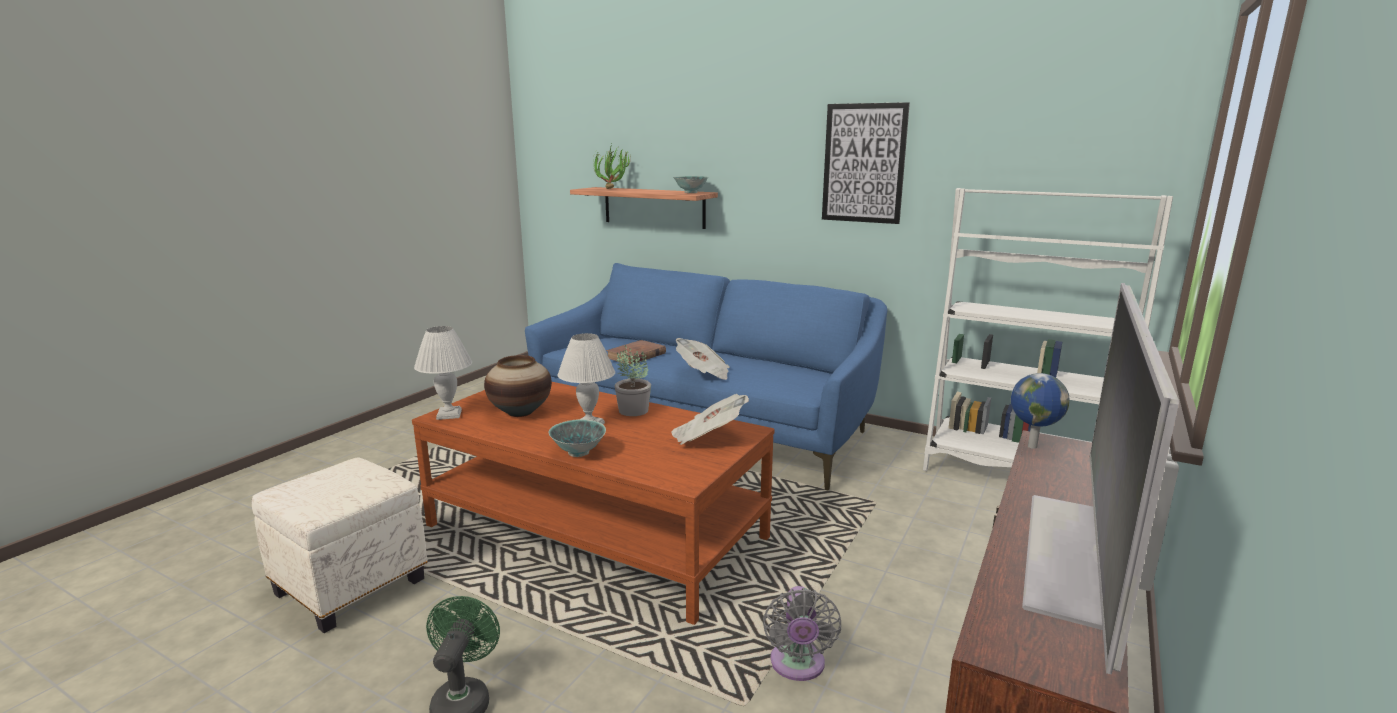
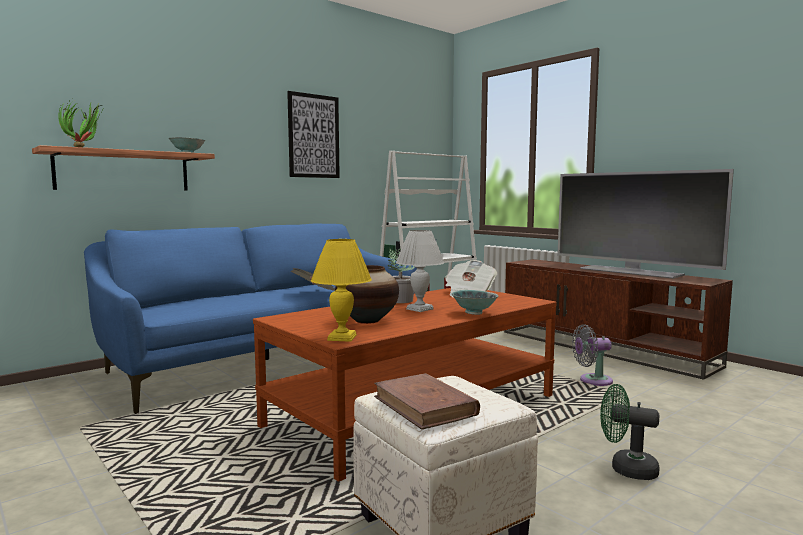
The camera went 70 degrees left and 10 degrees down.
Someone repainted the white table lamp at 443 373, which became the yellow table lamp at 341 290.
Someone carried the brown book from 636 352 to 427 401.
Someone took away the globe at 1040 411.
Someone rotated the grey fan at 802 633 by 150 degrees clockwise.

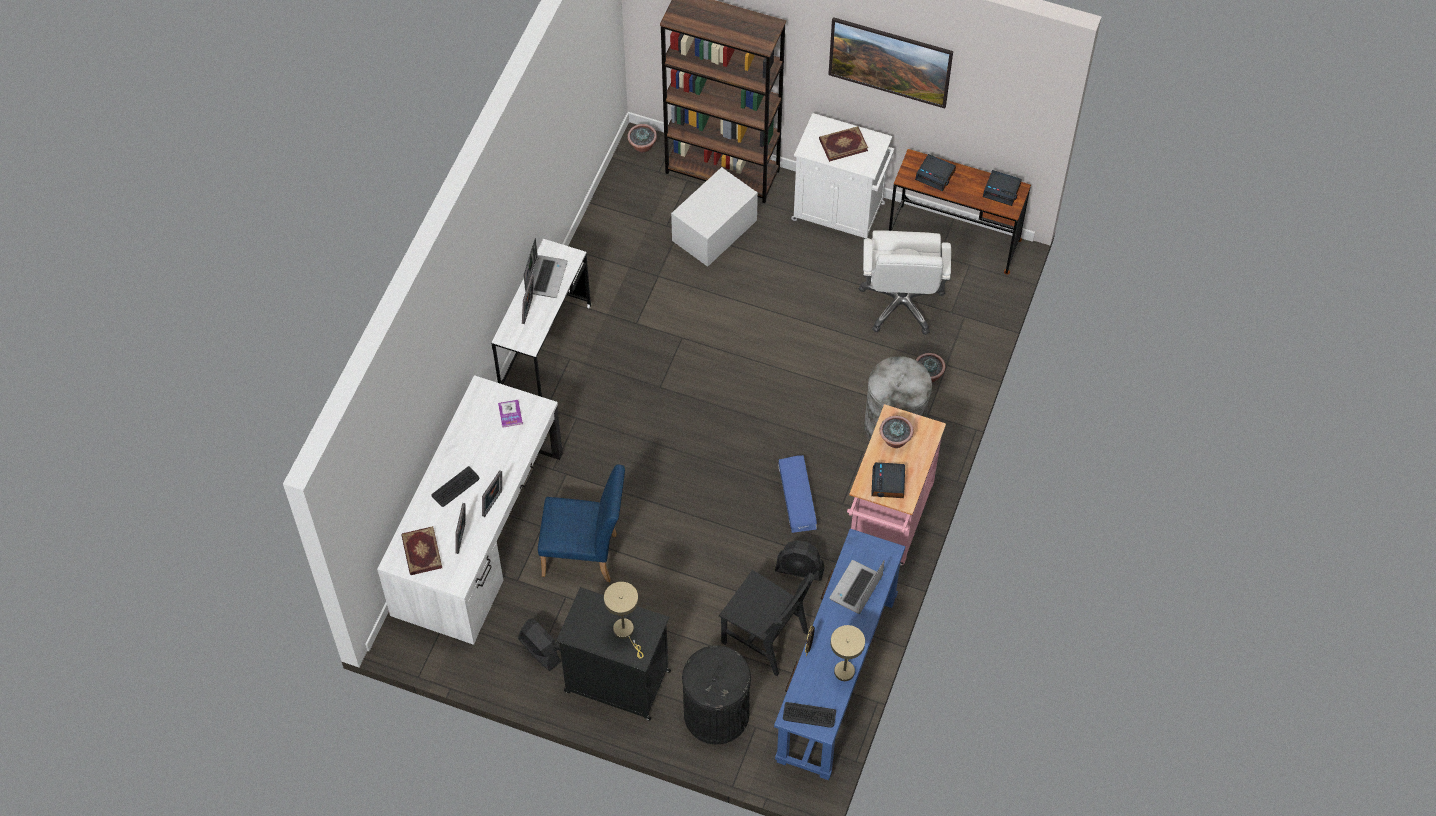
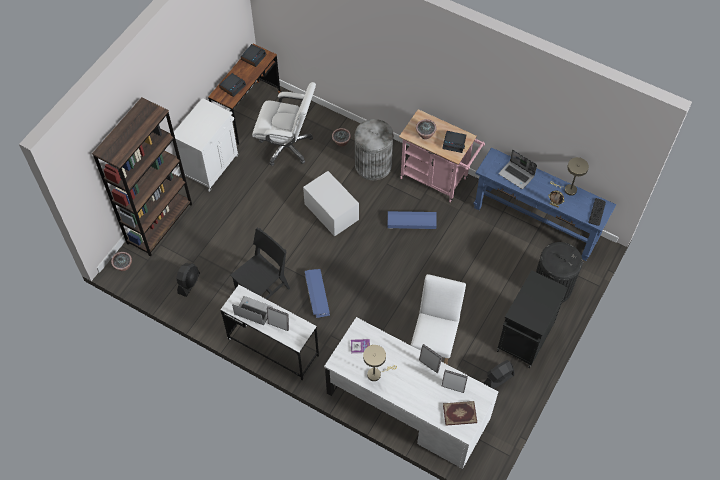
The camera went 80 degrees left and 0 degrees up.
Someone took away the picture at 890 62.
Someone took away the book at 843 144.
Someone carried the white storage box from 714 217 to 331 204.
Someone repainted the blue chair at 581 523, which became the white chair at 438 319.
Someone took away the keyboard at 455 486.
Someone carried the black fan from 800 560 to 188 280.
Someone carried the black chair from 766 623 to 260 263.
Someone carried the beige table lamp from 624 620 to 380 363.
Someone put down the blue storage box at 317 293.

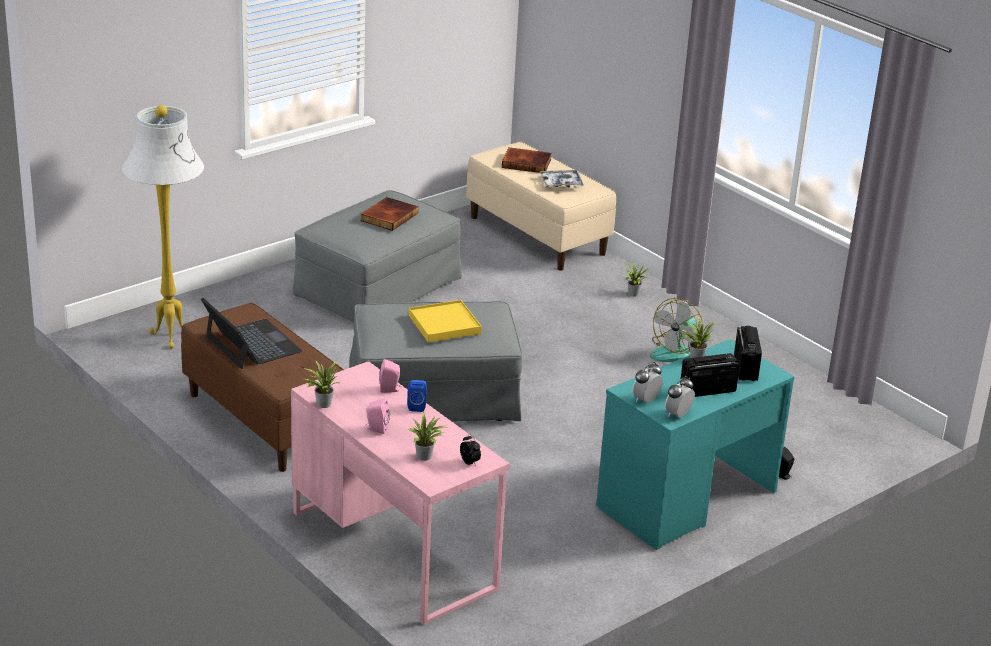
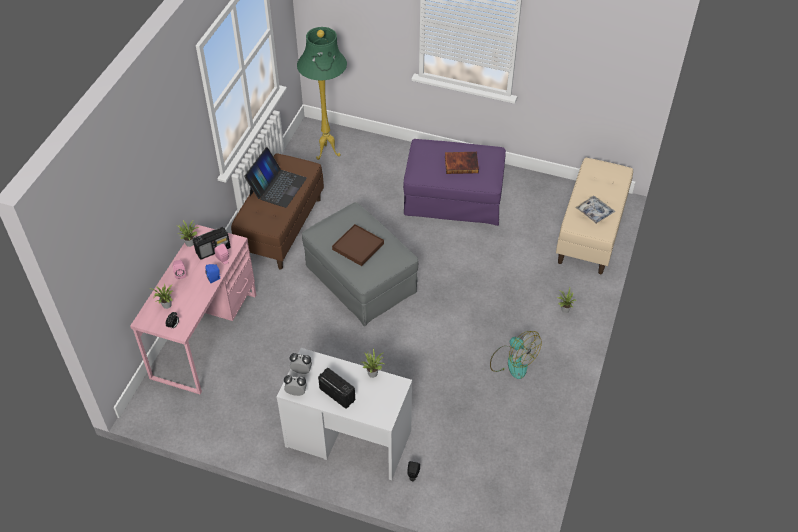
The camera went 60 degrees right and 20 degrees up.
Someone repainted the white floor lamp at 163 227, which became the green floor lamp at 322 93.
Someone took away the book at 527 160.
Someone repainted the grey ottoman at 377 256, which became the purple ottoman at 454 182.
Someone rotated the fan at 676 330 by 135 degrees counterclockwise.
Someone repainted the yellow tray at 445 321, which became the brown tray at 358 245.
Someone carried the radio from 748 353 to 212 243.
Someone repainted the turquoise desk at 695 444, which became the white desk at 344 414.

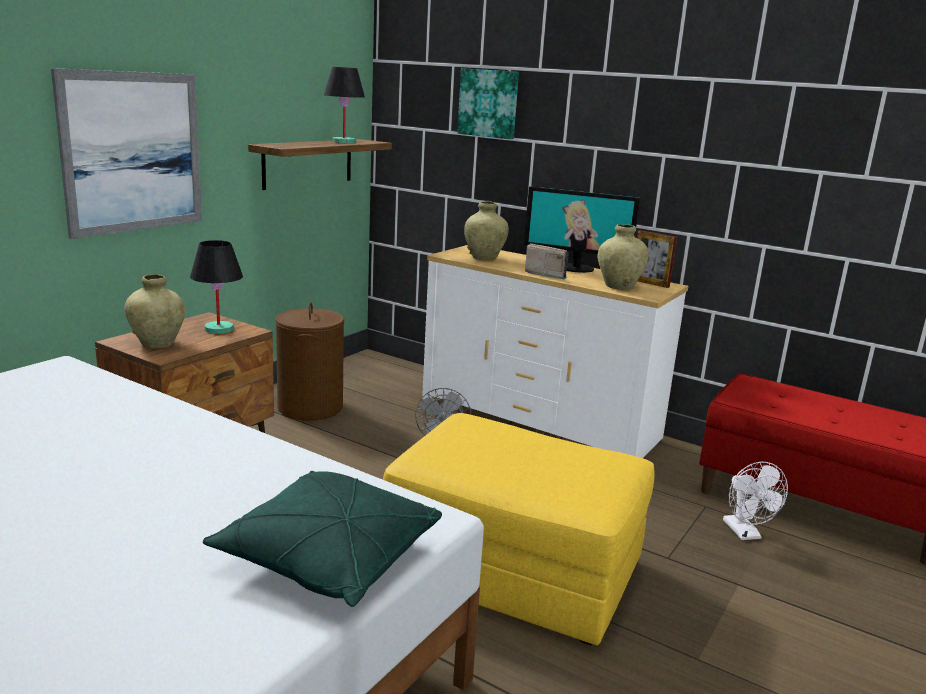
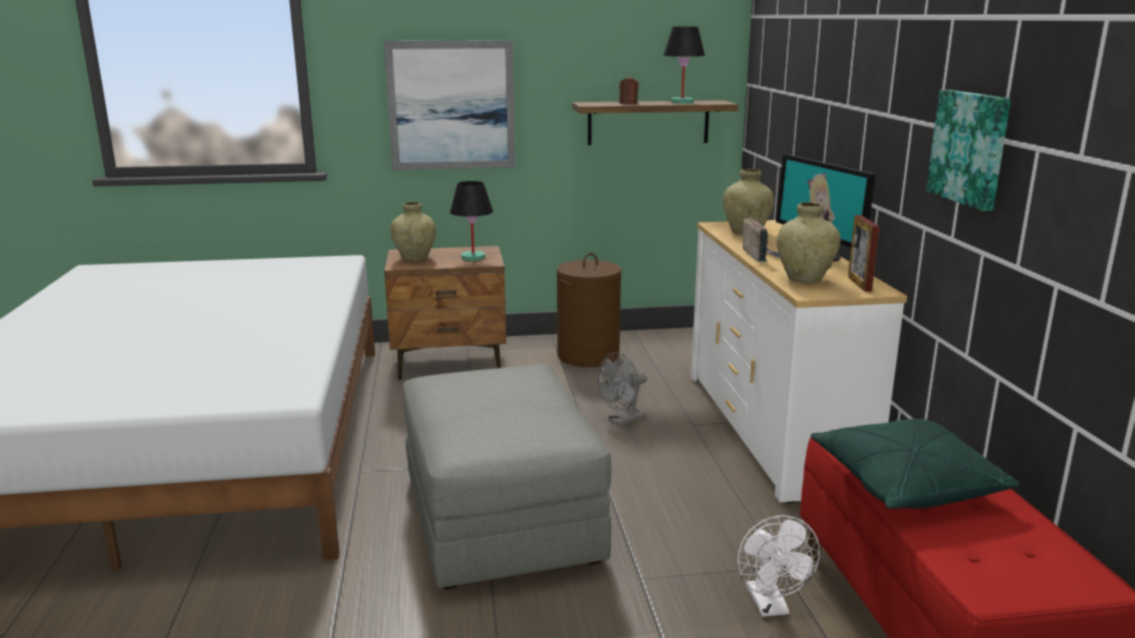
The camera went 50 degrees right and 0 degrees up.
Someone carried the picture from 488 103 to 968 150.
Someone repainted the yellow ottoman at 519 529, which became the grey ottoman at 507 476.
Someone rotated the white fan at 755 501 by 45 degrees counterclockwise.
Someone carried the green pillow from 322 539 to 915 463.
Someone put down the brown candle at 629 90.

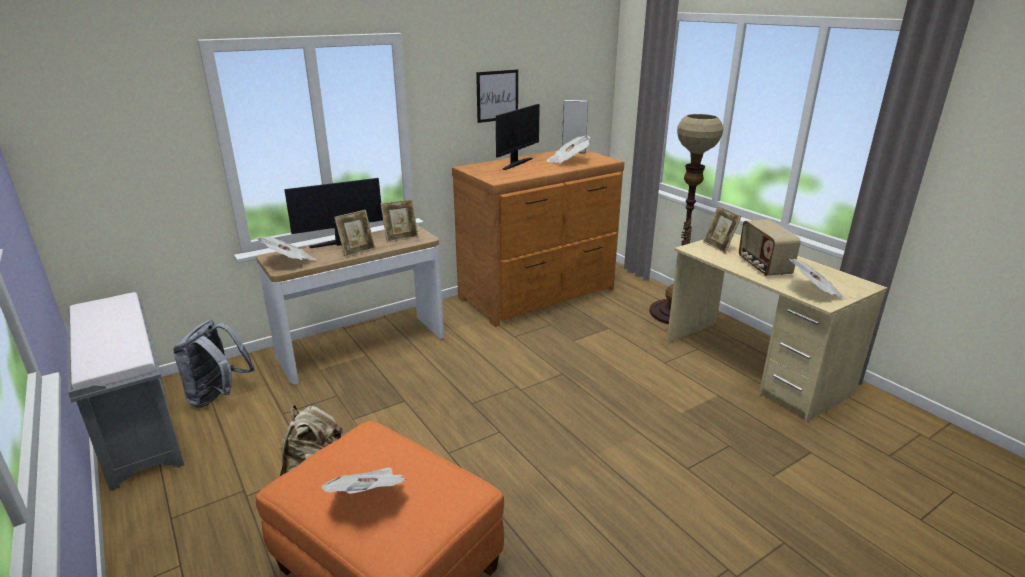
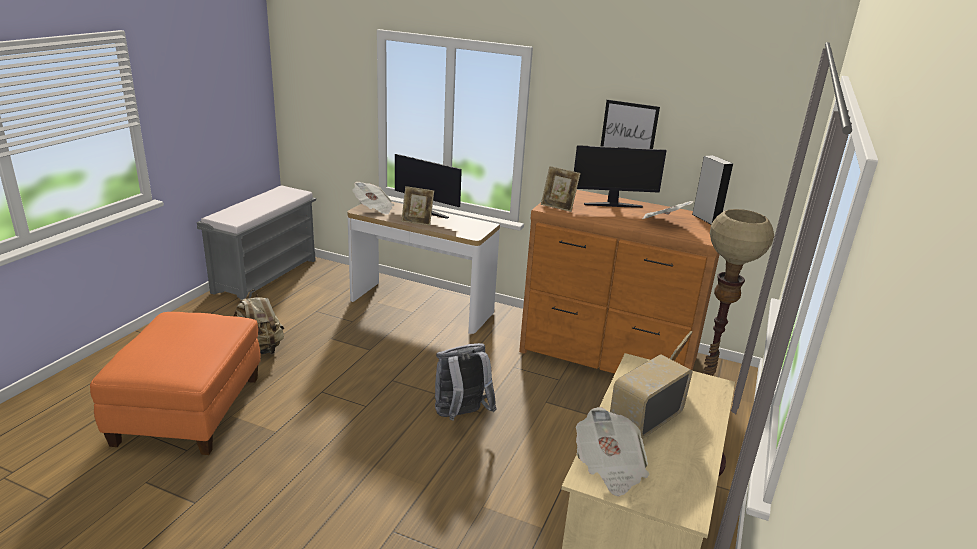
The camera went 55 degrees right and 0 degrees up.
Someone carried the picture frame from 399 221 to 561 189.
Someone carried the grey backpack from 214 364 to 465 382.
Someone took away the newspaper at 364 481.

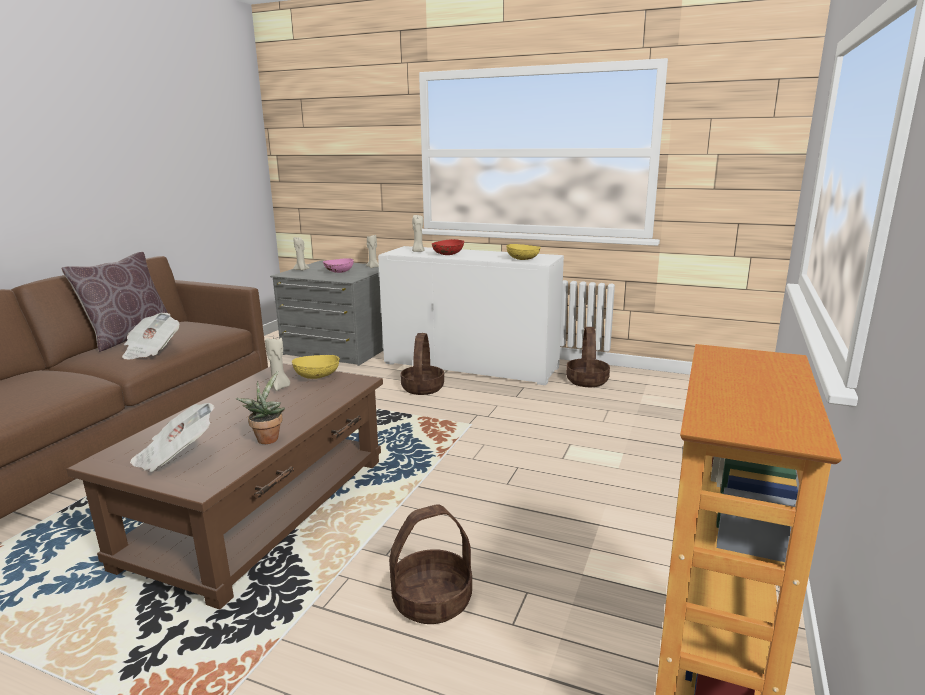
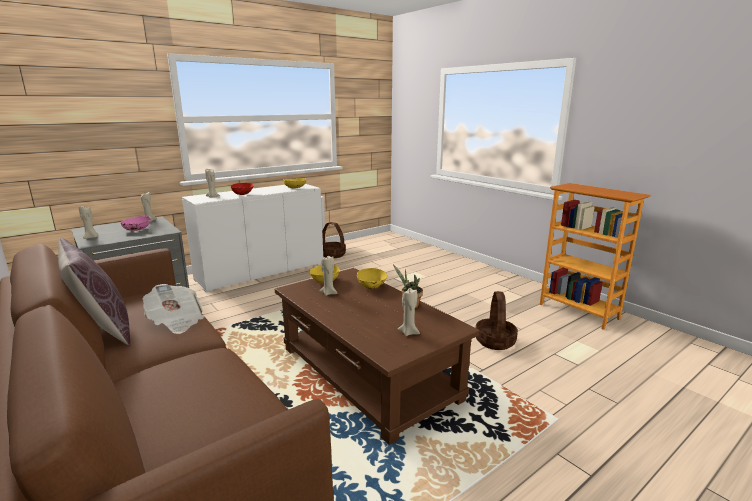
The camera went 60 degrees left and 0 degrees up.
Someone took away the basket at 422 364.
Someone swapped the newspaper at 172 437 for the beige candle at 409 312.
Someone put down the yellow bowl at 372 278.

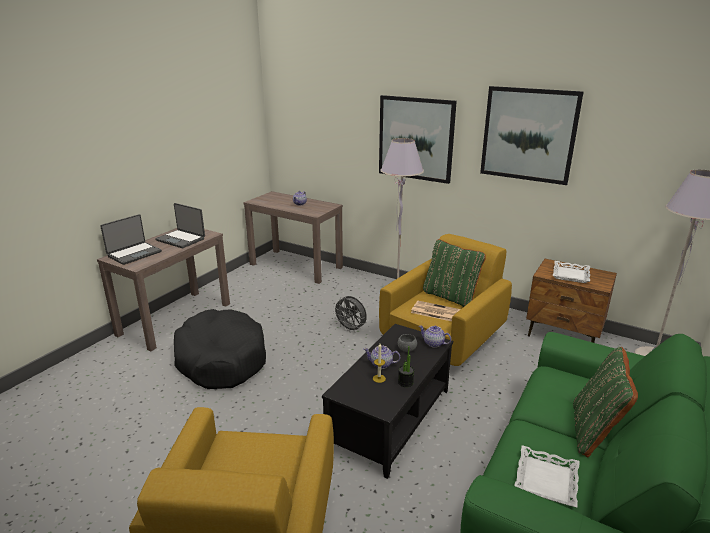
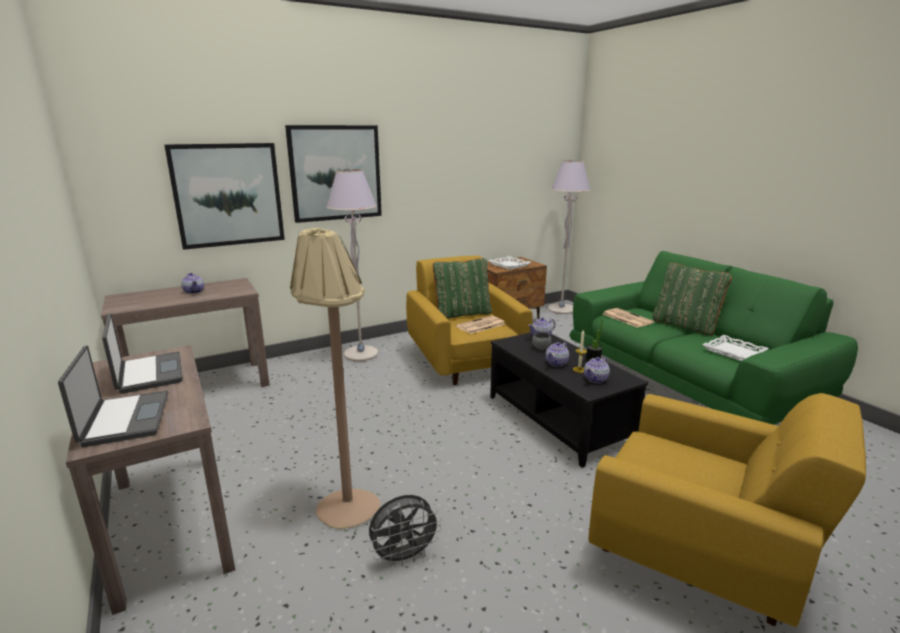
The camera went 60 degrees left and 5 degrees down.
Someone carried the picture from 532 135 to 225 196.
Someone rotated the laptop at 180 225 by 90 degrees counterclockwise.
Someone carried the grey fan from 350 314 to 405 531.
Someone swapped the black dog bed at 220 349 for the beige floor lamp at 335 378.
Someone put down the newspaper at 628 318.
Someone put down the teapot at 597 370.

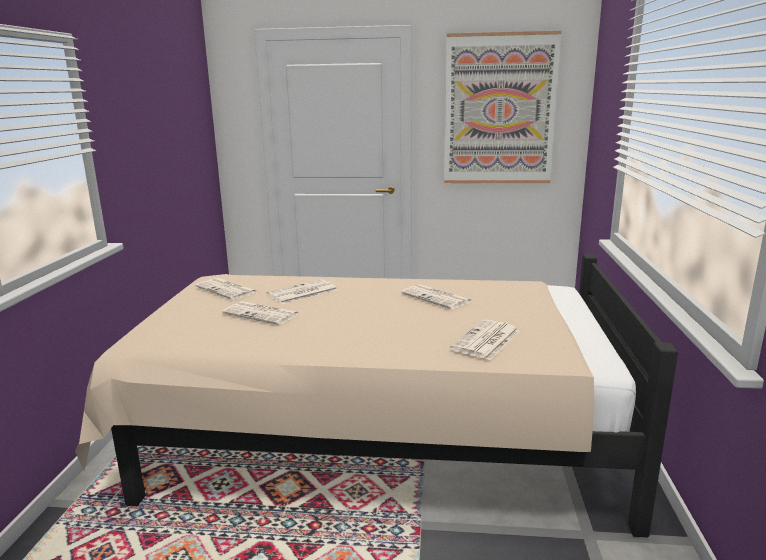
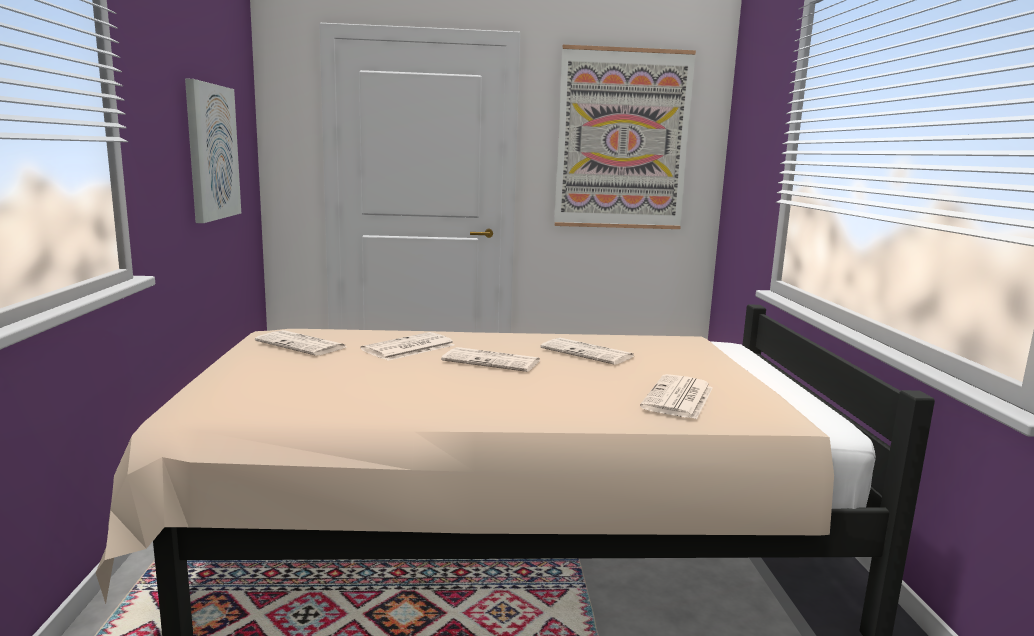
The camera went 10 degrees left and 5 degrees down.
Someone carried the newspaper from 260 313 to 491 359.
Someone put up the picture at 213 150.

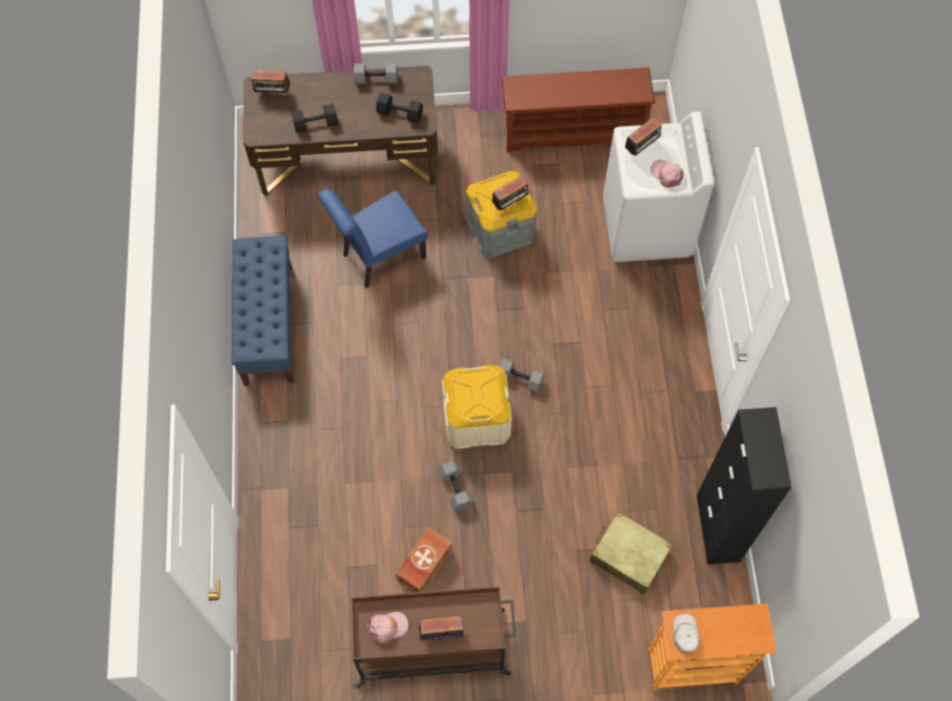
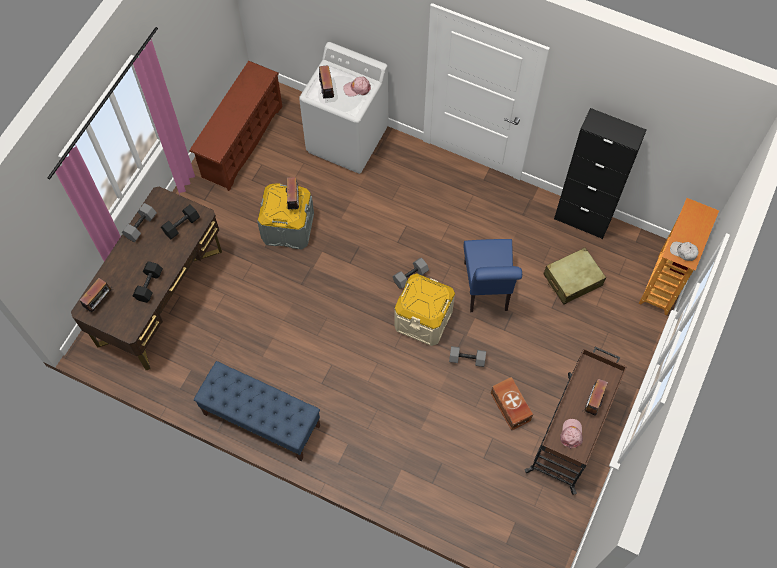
The camera went 60 degrees left and 0 degrees up.
Someone carried the blue chair from 372 238 to 492 275.

